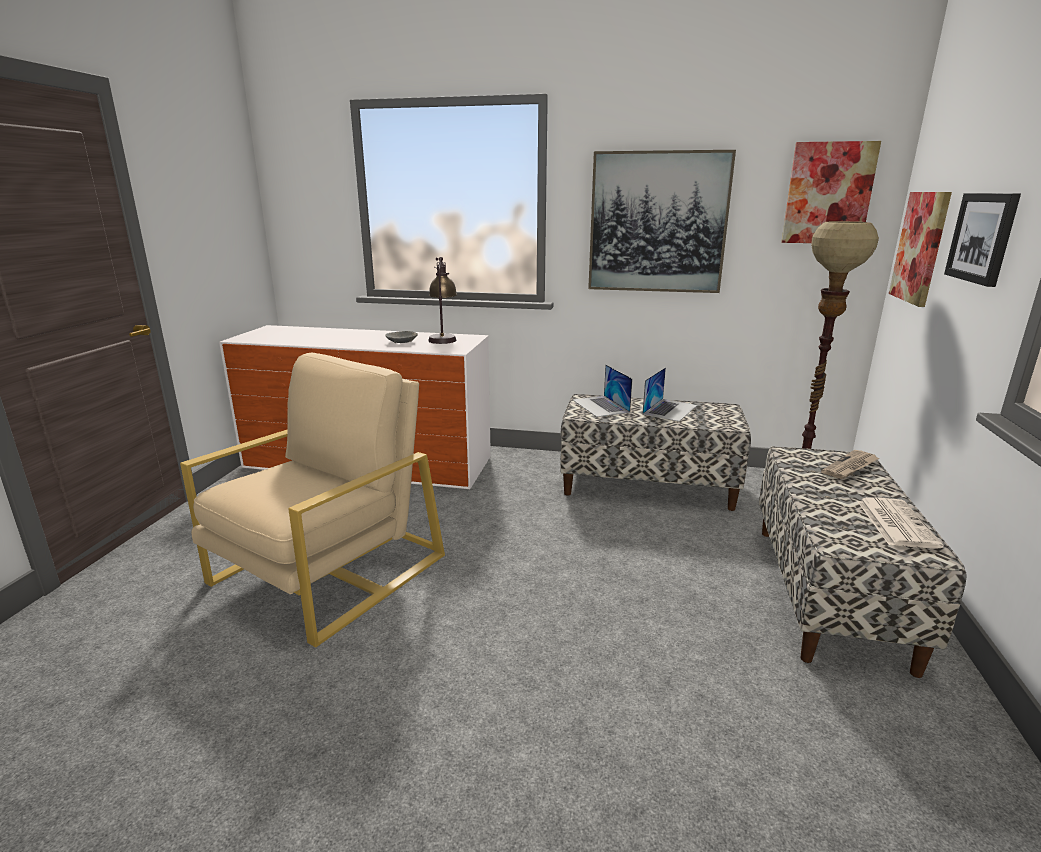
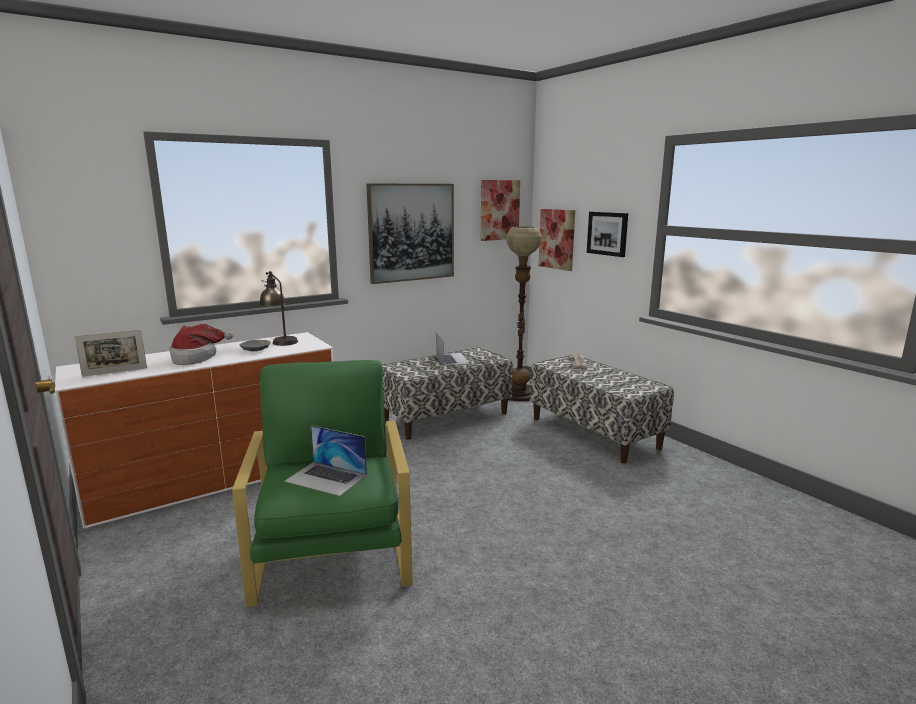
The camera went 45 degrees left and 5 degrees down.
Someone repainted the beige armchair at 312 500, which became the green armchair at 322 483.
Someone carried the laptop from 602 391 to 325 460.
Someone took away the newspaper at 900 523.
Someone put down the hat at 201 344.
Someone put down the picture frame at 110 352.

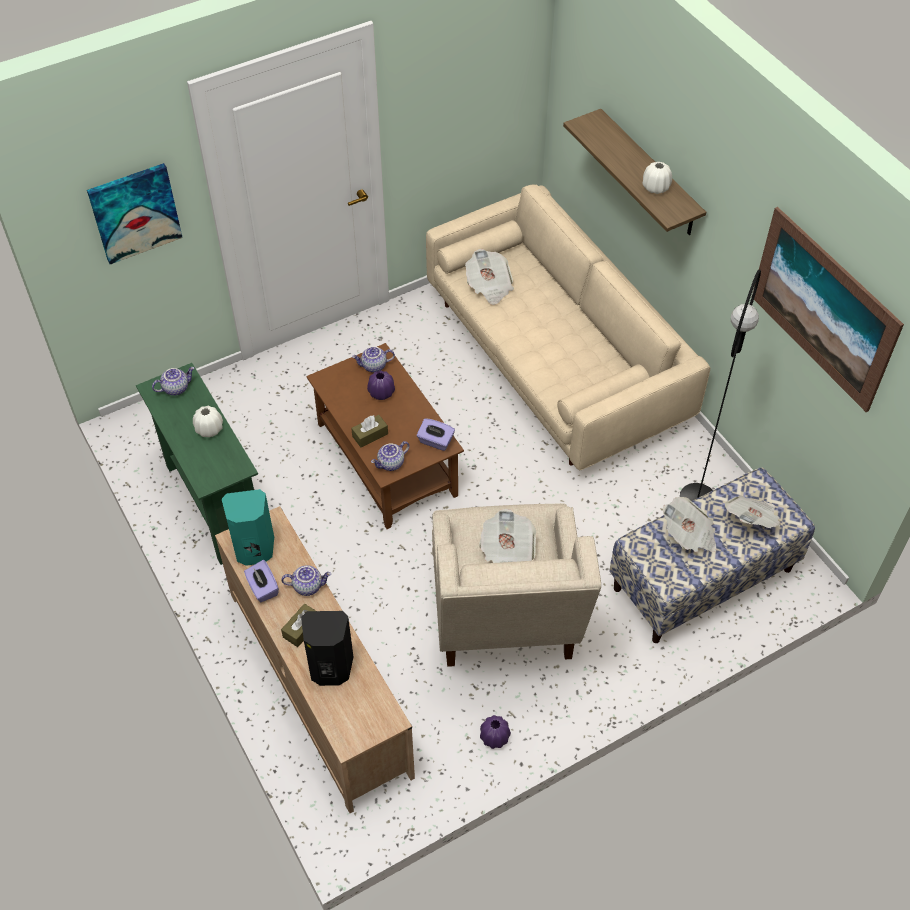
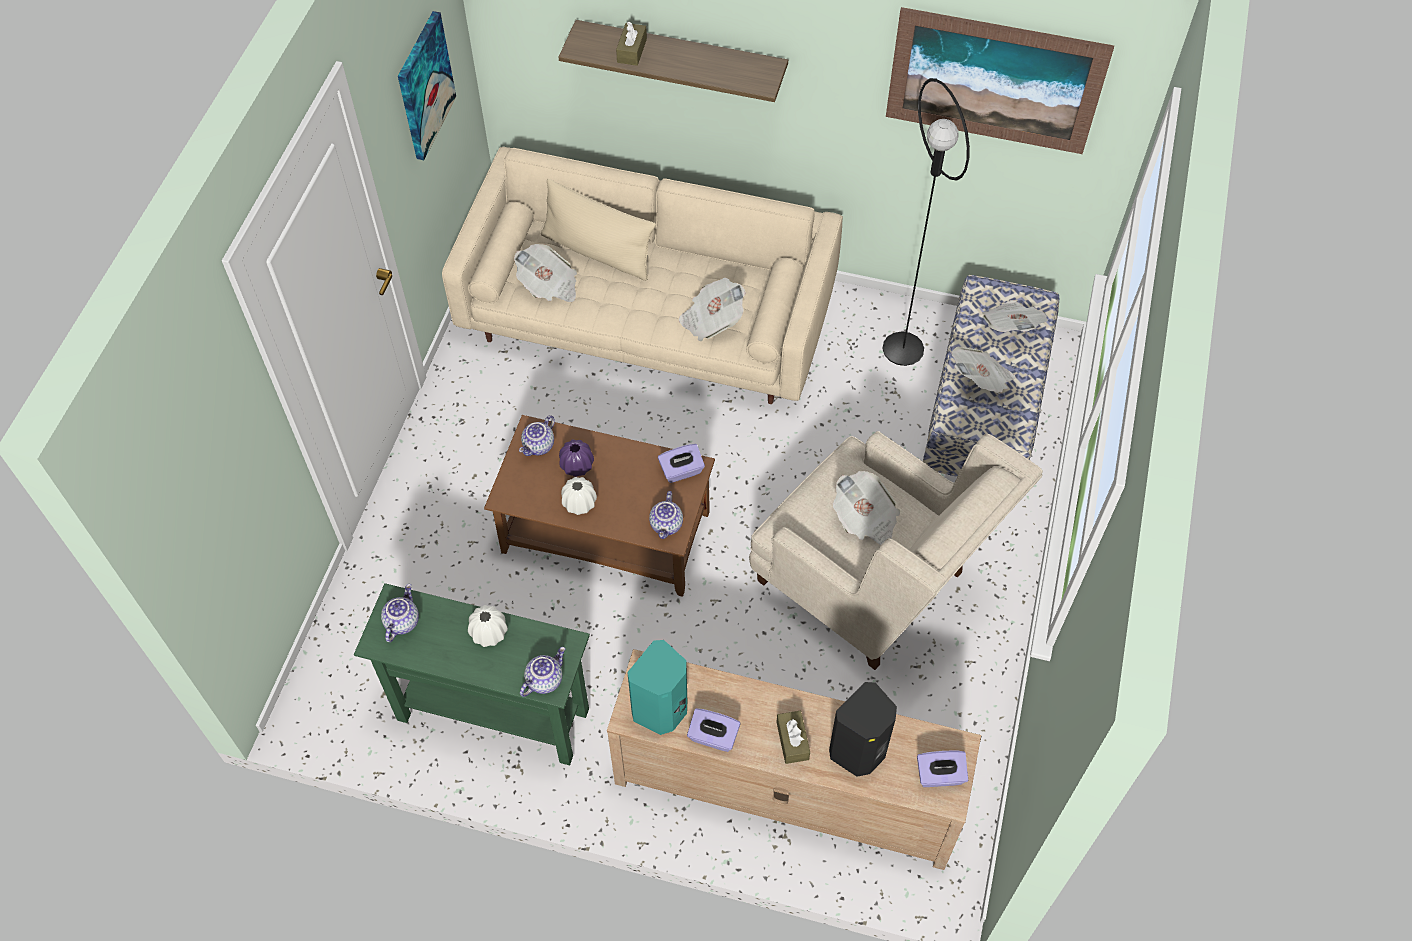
The camera went 45 degrees left and 5 degrees up.
Someone carried the white vase from 657 178 to 579 496.
Someone carried the picture from 135 213 to 427 85.
Someone carried the brown tissue box from 369 431 to 631 44.
Someone carried the teapot from 306 580 to 542 672.
Someone took away the purple vase at 495 732.
Someone put down the beige pillow at 598 230.
Someone put down the newspaper at 712 309.
Someone put down the purple tissue box at 942 769.

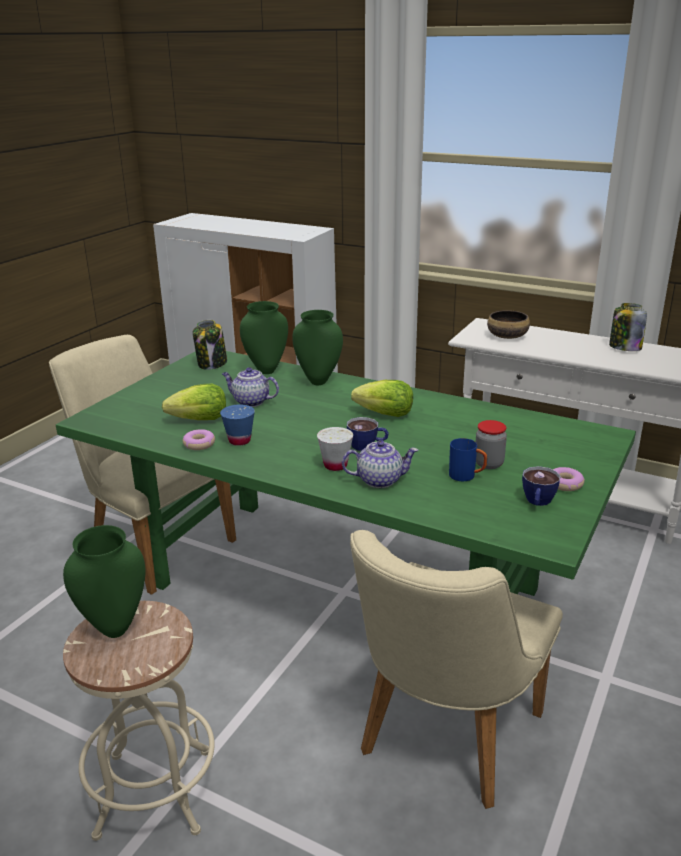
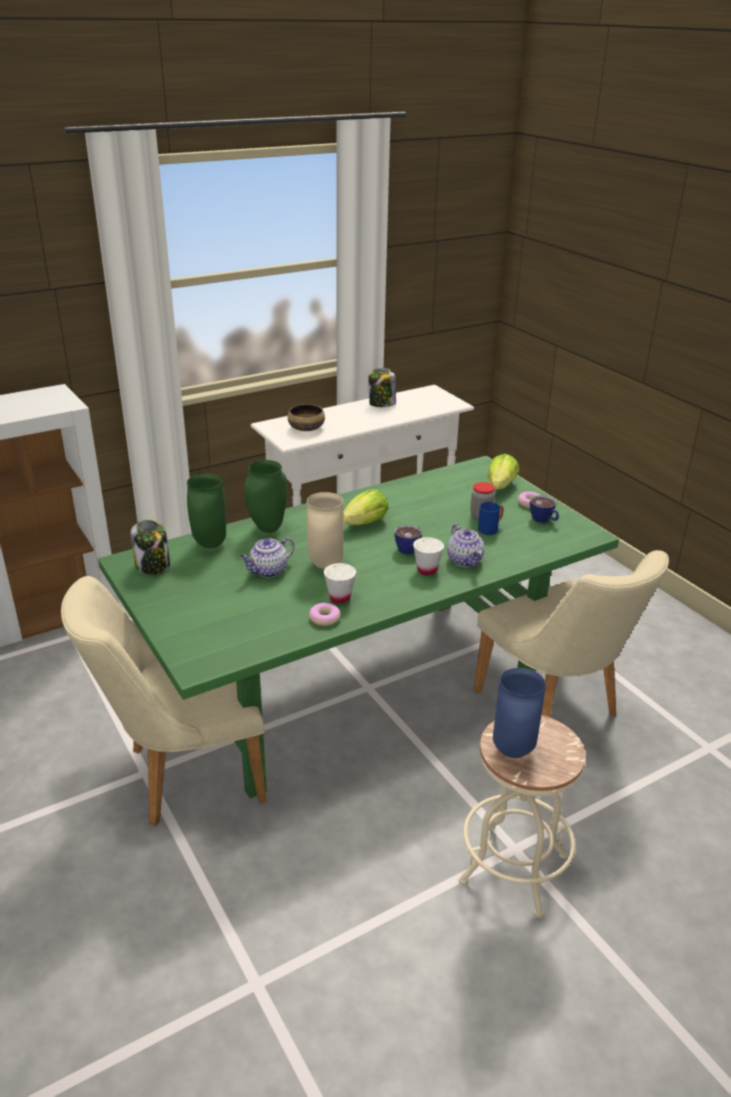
The camera went 60 degrees left and 5 degrees up.
Someone carried the lettuce from 194 402 to 503 472.
Someone repainted the blue cup at 237 425, which became the white cup at 340 583.
Someone rotated the teapot at 380 464 by 135 degrees clockwise.
Someone repainted the green vase at 104 581, which became the blue vase at 519 713.
Someone put down the beige vase at 325 530.

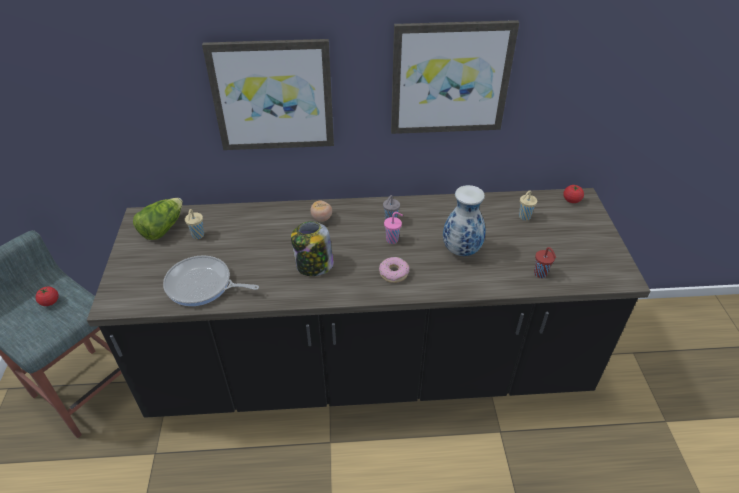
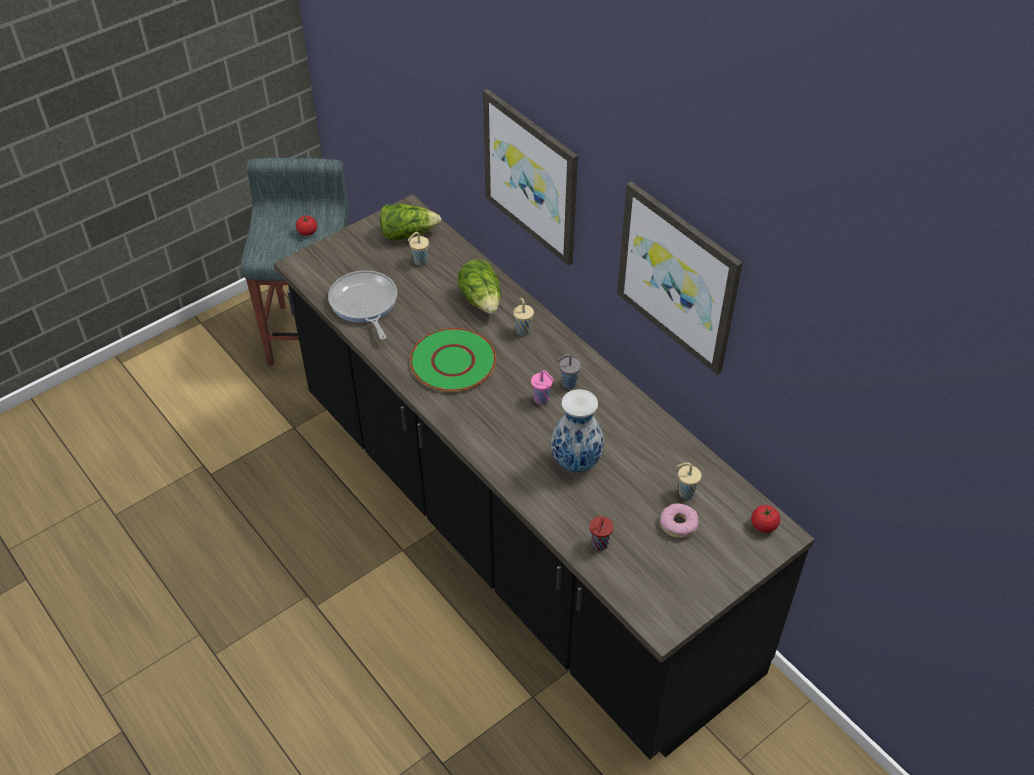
The camera went 55 degrees right and 5 degrees up.
Someone swapped the tomato at 321 211 for the beige cup at 523 317.
Someone swapped the jar at 312 248 for the green plate at 453 359.
Someone carried the donut from 394 270 to 679 520.
Someone put down the lettuce at 479 286.

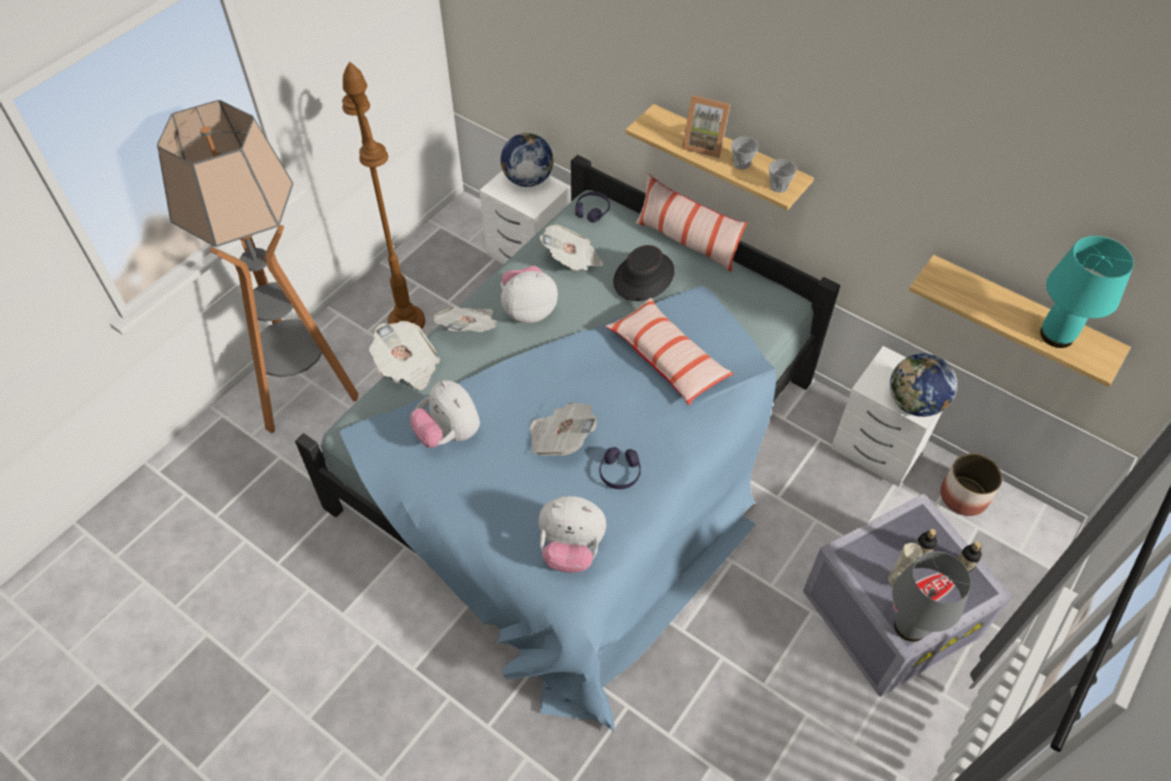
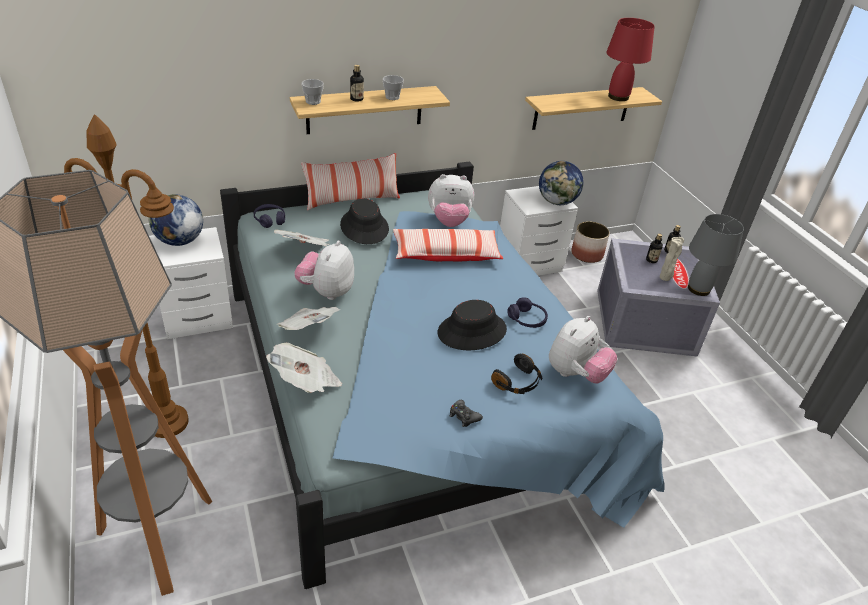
The camera went 60 degrees left and 15 degrees down.
Someone swapped the picture frame at 706 126 for the bottle at 357 83.
Someone carried the cup from 782 176 to 312 92.
Someone repainted the turquoise table lamp at 1087 292, which became the red table lamp at 630 59.
Someone carried the plush toy from 445 414 to 451 200.
Someone swapped the newspaper at 563 429 for the black hat at 472 325.
Someone put down the black headphones at 516 373.
Someone put down the black game controller at 466 413.

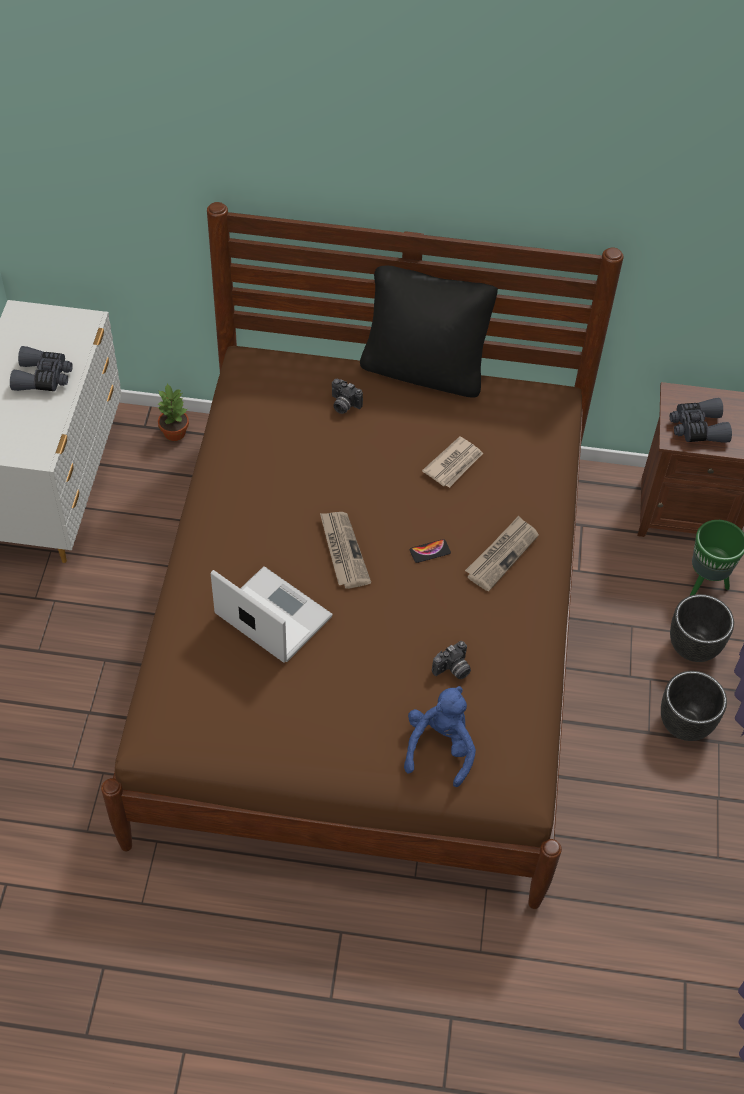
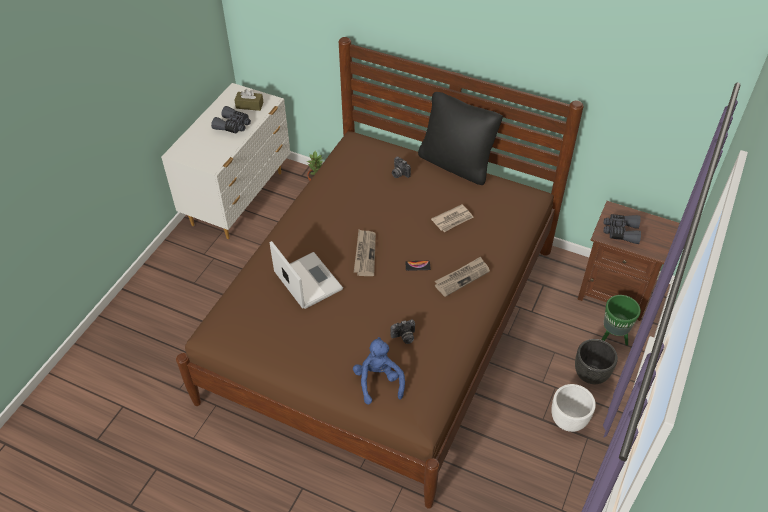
The camera went 20 degrees right and 5 degrees down.
Someone repainted the black planter at 694 706, which became the white planter at 574 408.
Someone rotated the blue plush toy at 440 736 by 45 degrees counterclockwise.
Someone put down the brown tissue box at 249 100.

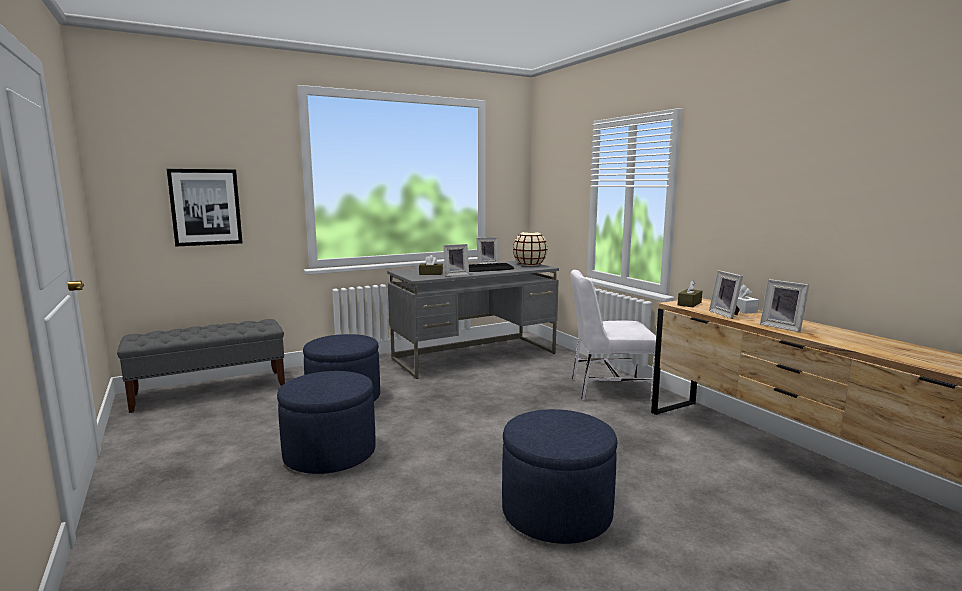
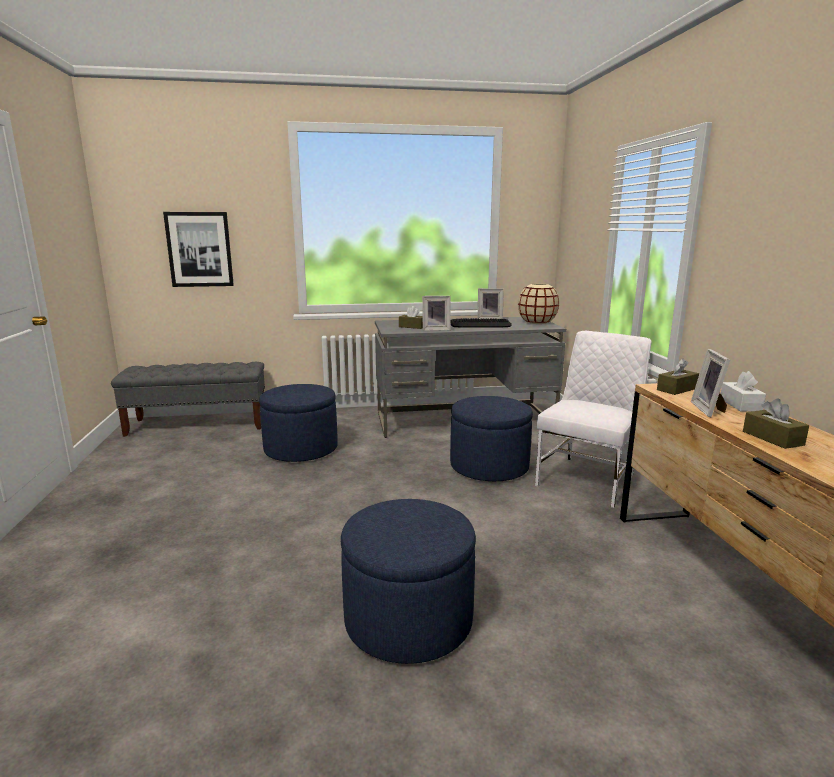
The camera went 20 degrees right and 5 degrees up.
Someone rotated the white chair at 613 336 by 105 degrees clockwise.
Someone swapped the picture frame at 784 305 for the brown tissue box at 776 424.
Someone carried the blue ottoman from 326 422 to 491 438.

